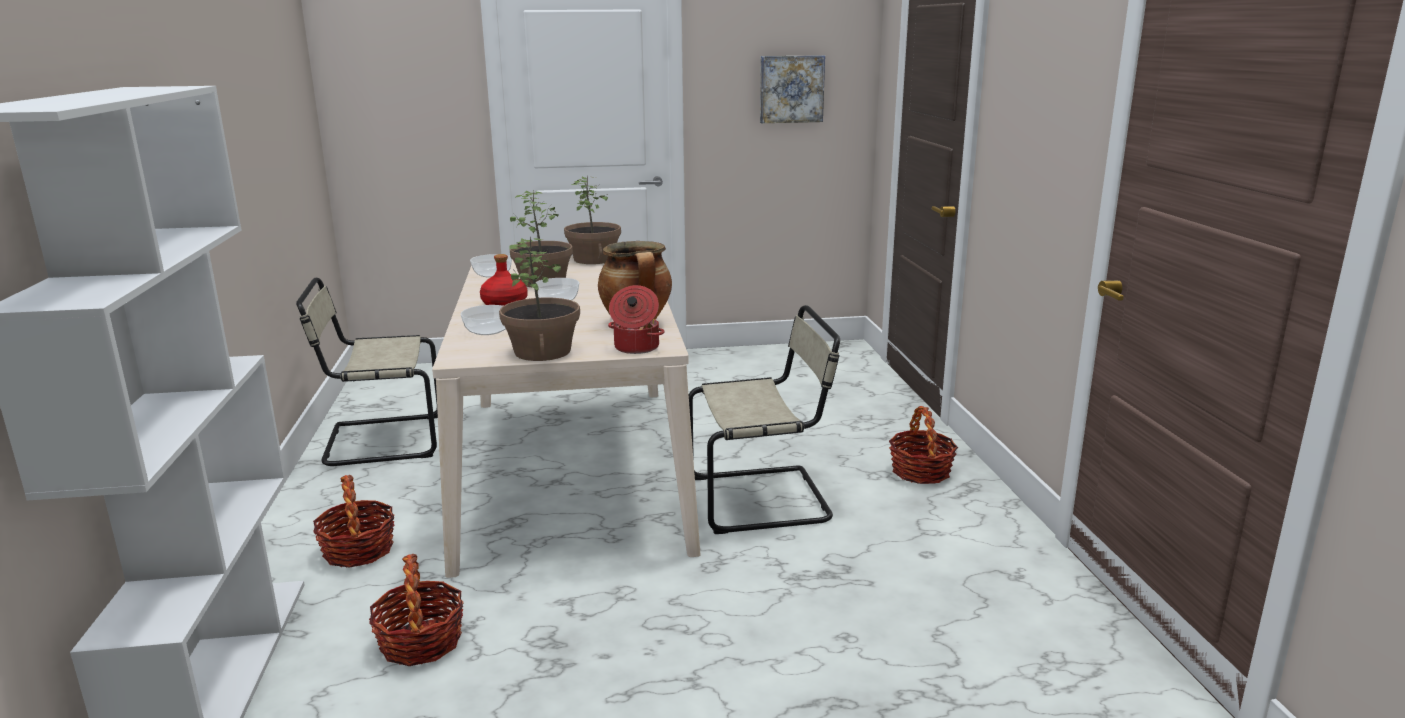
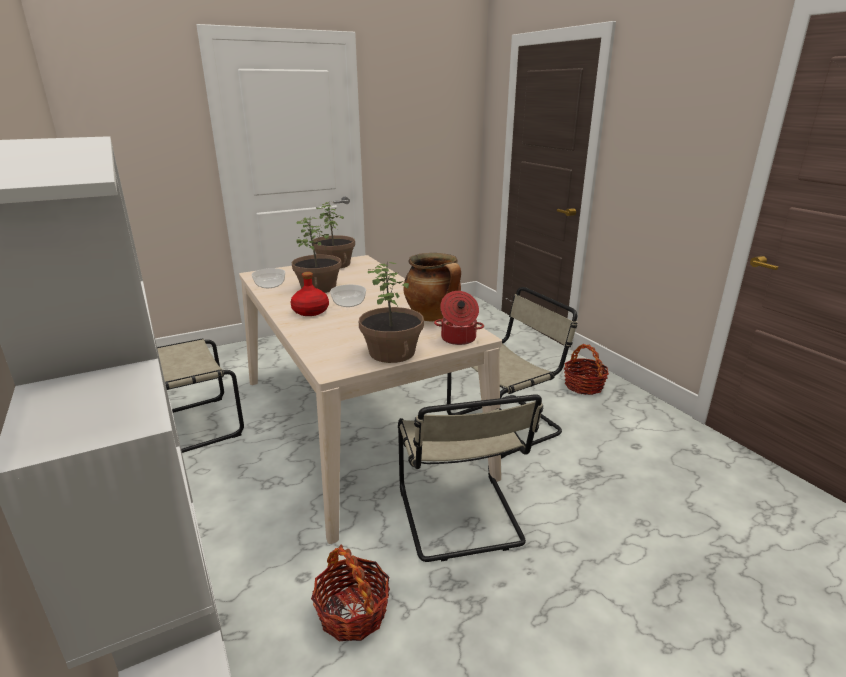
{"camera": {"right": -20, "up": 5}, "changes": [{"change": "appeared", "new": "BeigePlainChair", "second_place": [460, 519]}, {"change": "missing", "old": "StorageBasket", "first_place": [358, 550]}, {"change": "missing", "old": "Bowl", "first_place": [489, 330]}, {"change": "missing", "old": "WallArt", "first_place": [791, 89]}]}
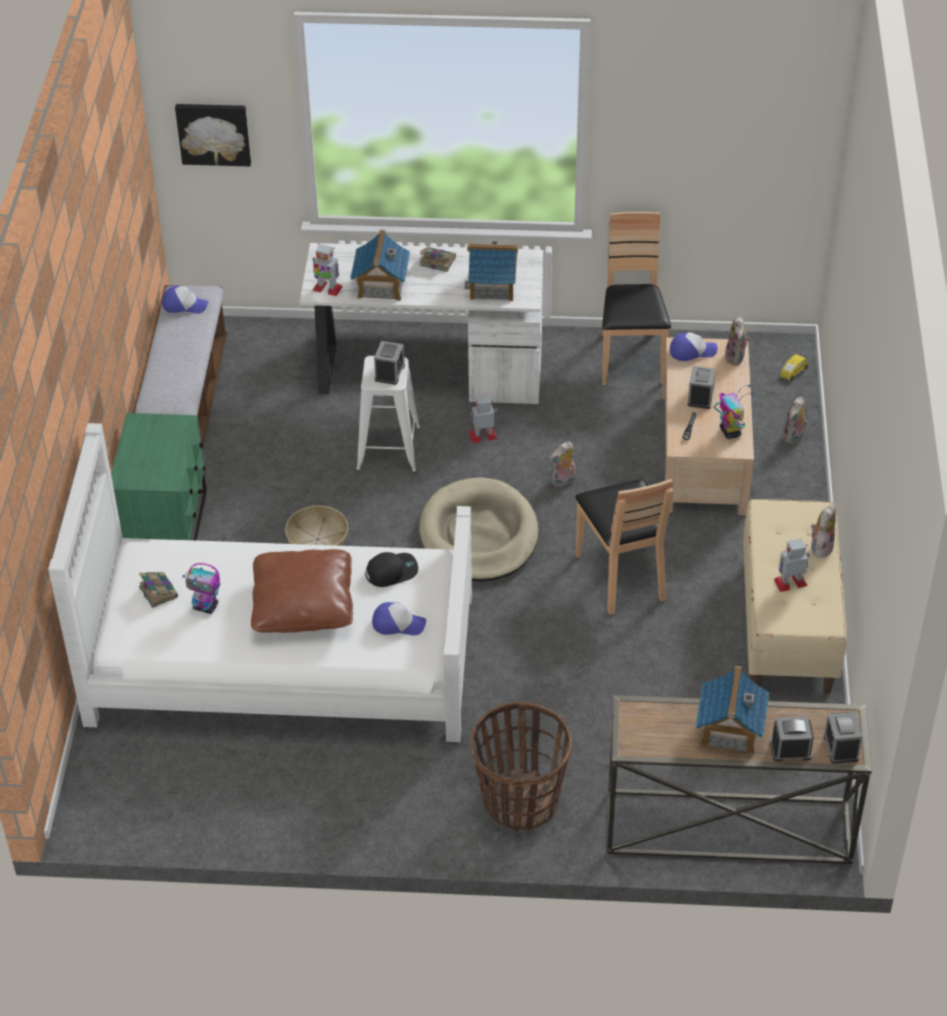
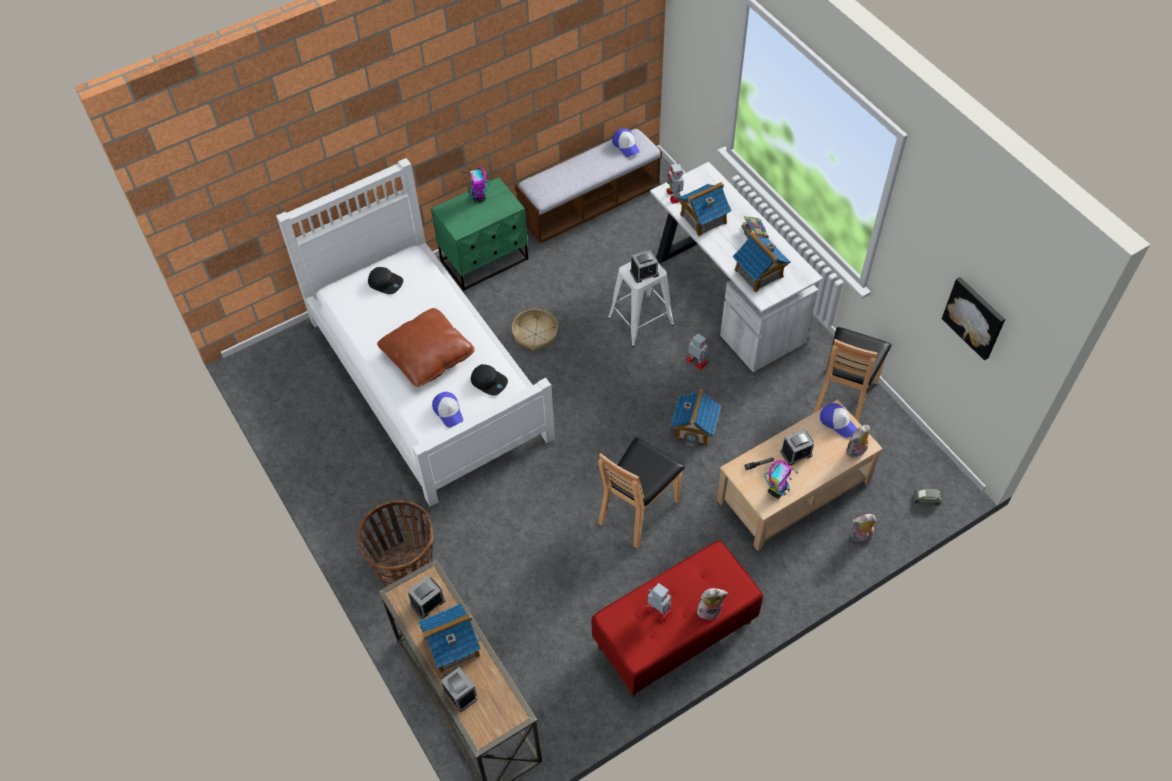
{"camera": {"right": 55, "up": 10}, "changes": [{"change": "exchanged", "old": "Book", "new": "BlackBaseballCap", "first_place": [158, 591], "second_place": [386, 283]}, {"change": "relocated", "old": "BedsideClock", "first_place": [841, 747], "second_place": [427, 602]}, {"change": "relocated", "old": "RobotFigure", "first_place": [206, 607], "second_place": [479, 197]}, {"change": "colour", "old": "BeigeIndoorBench", "new": "RedColouredIndoorBench", "first_place": [788, 625], "second_place": [674, 635]}, {"change": "exchanged", "old": "CuddlyToy", "new": "ModelHouse", "first_place": [563, 481], "second_place": [694, 428]}, {"change": "spun", "old": "BrownPlainChair", "first_place": [630, 359], "second_place": [844, 397], "degrees": 150}, {"change": "colour", "old": "YellowMiniatureCar", "new": "GreyishMiniatureCar", "first_place": [793, 372], "second_place": [926, 499]}, {"change": "relocated", "old": "WallArt", "first_place": [214, 133], "second_place": [975, 317]}, {"change": "missing", "old": "BeigePetBed", "first_place": [479, 535]}]}
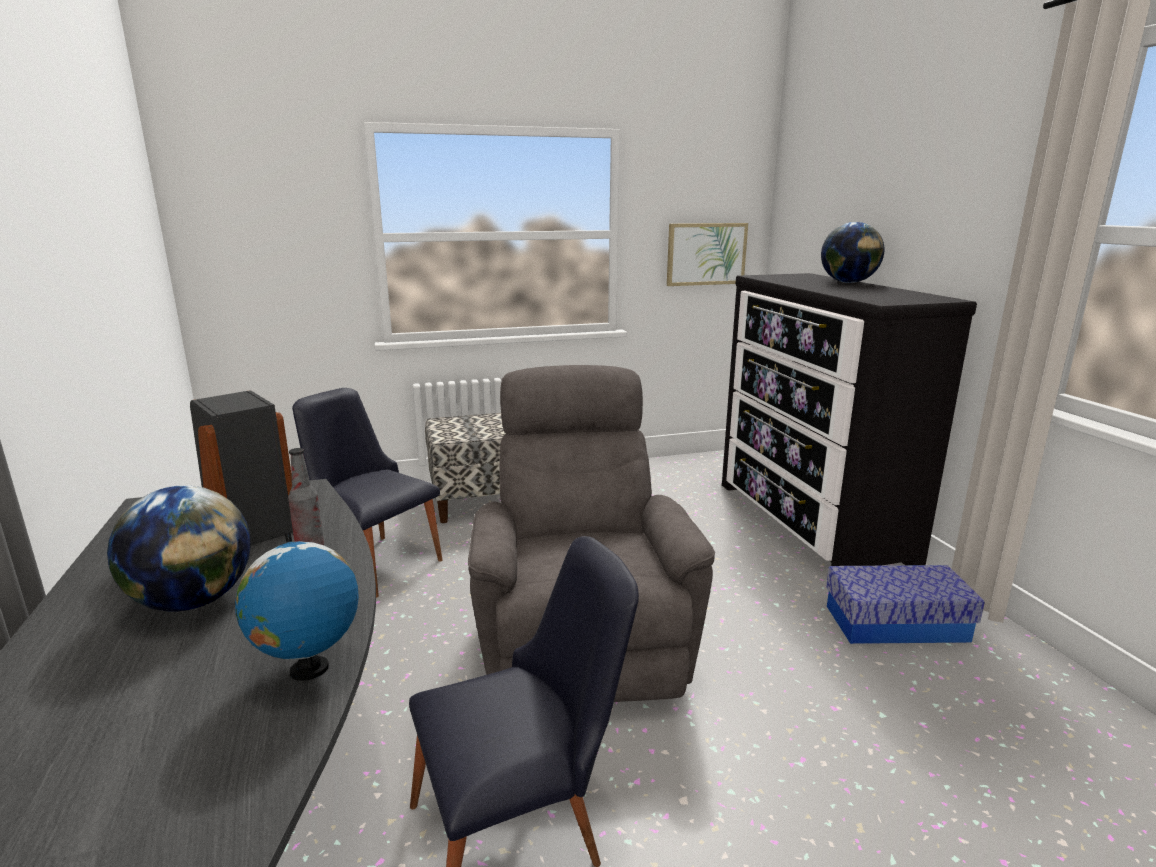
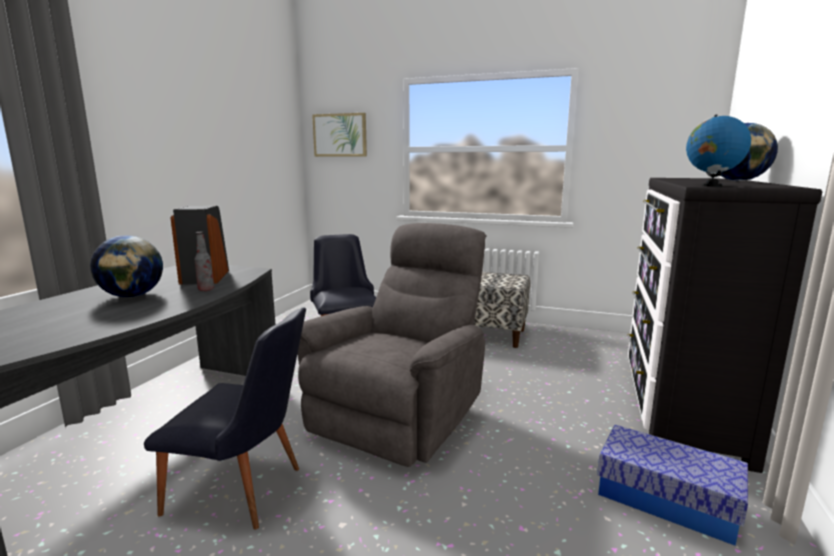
{"camera": {"right": 35, "up": -5}, "changes": [{"change": "relocated", "old": "WallArt", "first_place": [706, 254], "second_place": [340, 135]}, {"change": "relocated", "old": "DeskGlobe", "first_place": [309, 670], "second_place": [711, 186]}]}
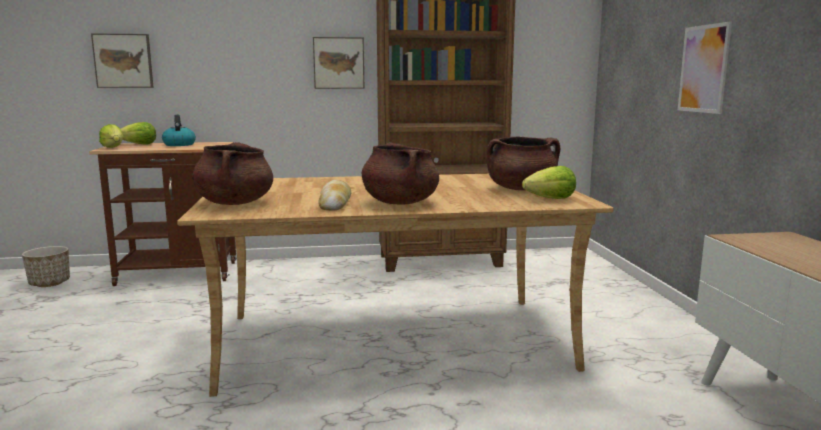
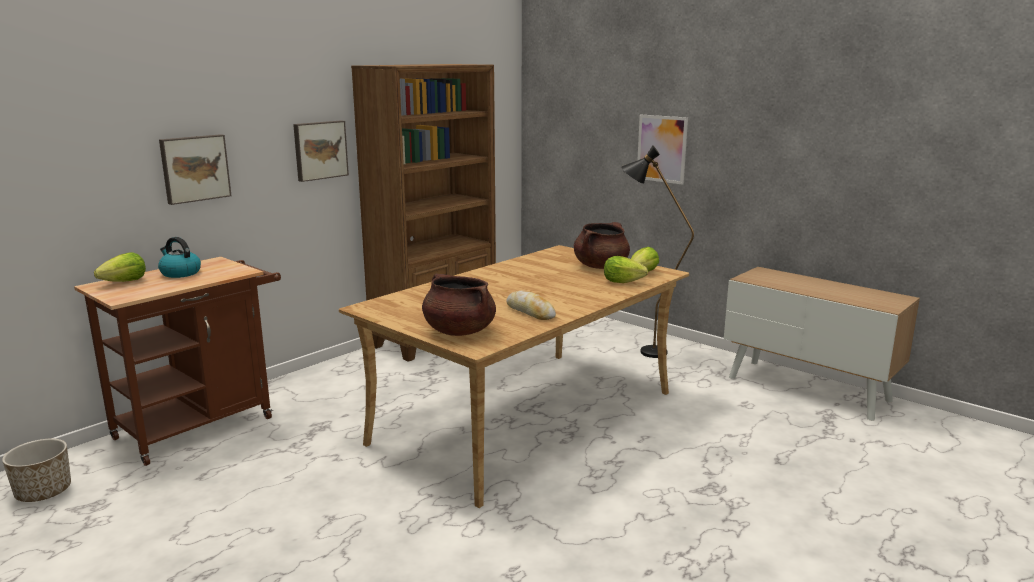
{"camera": {"right": -40, "up": 5}, "changes": [{"change": "relocated", "old": "WallArt", "first_place": [123, 61], "second_place": [194, 168]}, {"change": "relocated", "old": "LettuceHead", "first_place": [113, 148], "second_place": [622, 282]}, {"change": "appeared", "new": "BlackFloorLamp", "second_place": [643, 351]}, {"change": "missing", "old": "BrownCookingPot", "first_place": [400, 203]}]}
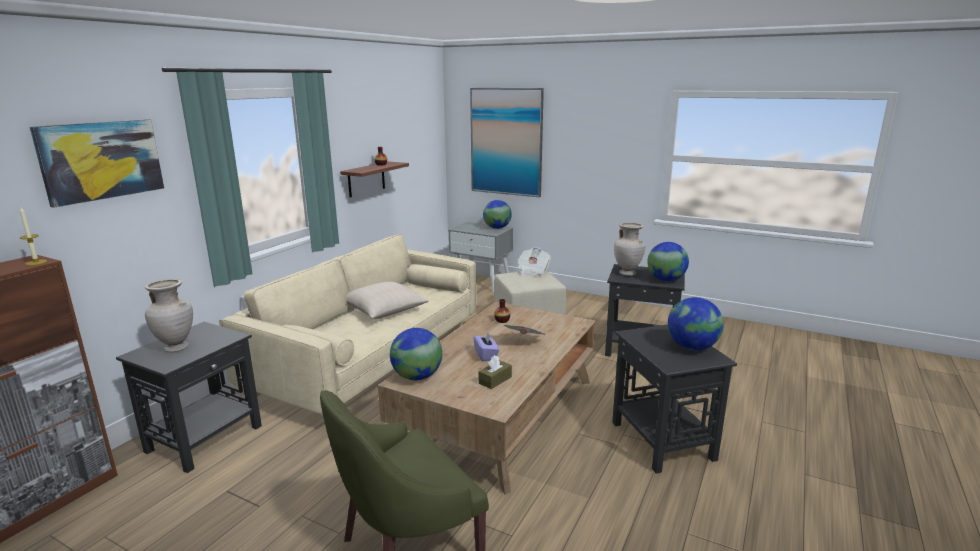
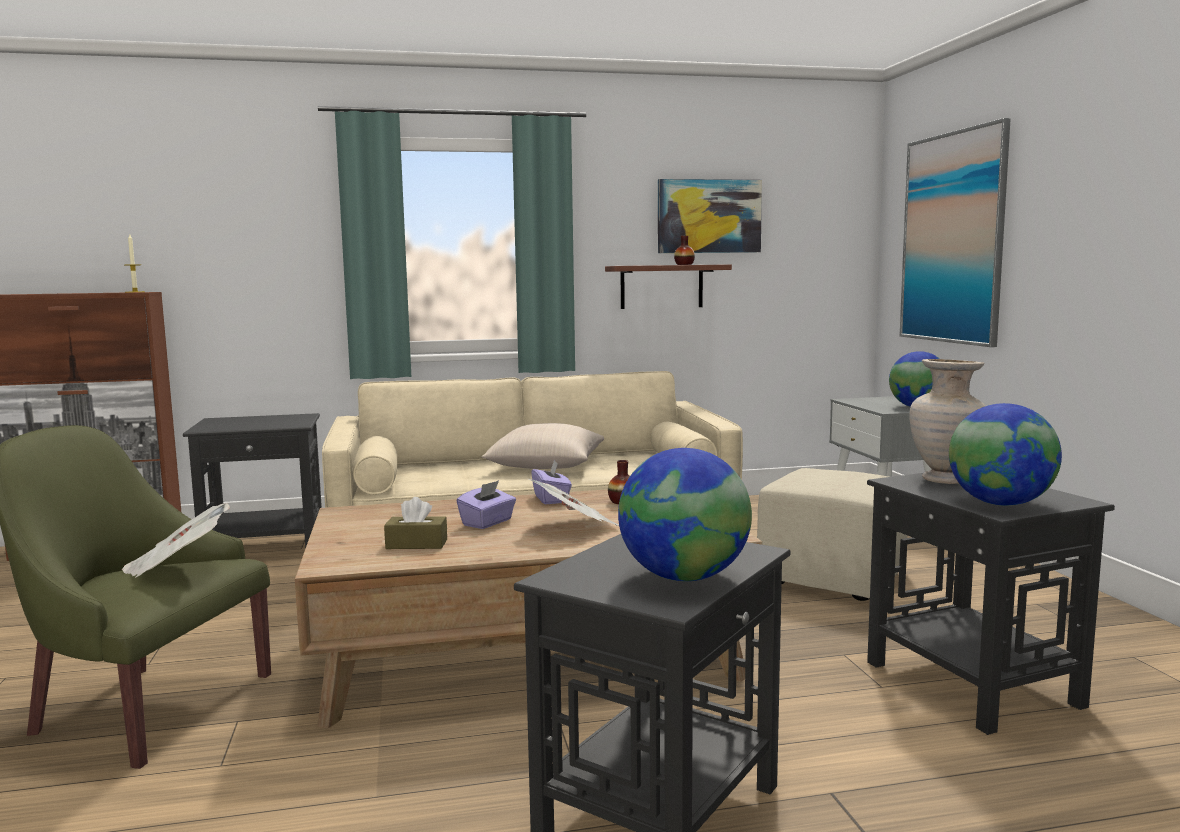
{"camera": {"right": 50, "up": -10}, "changes": [{"change": "relocated", "old": "Newspaper", "first_place": [533, 271], "second_place": [177, 567]}, {"change": "appeared", "new": "PurpleColouredTissueBox", "second_place": [551, 499]}, {"change": "relocated", "old": "WallArt", "first_place": [101, 160], "second_place": [709, 216]}, {"change": "missing", "old": "BeigeFlowerVase", "first_place": [176, 348]}, {"change": "missing", "old": "DeskGlobe", "first_place": [417, 377]}]}
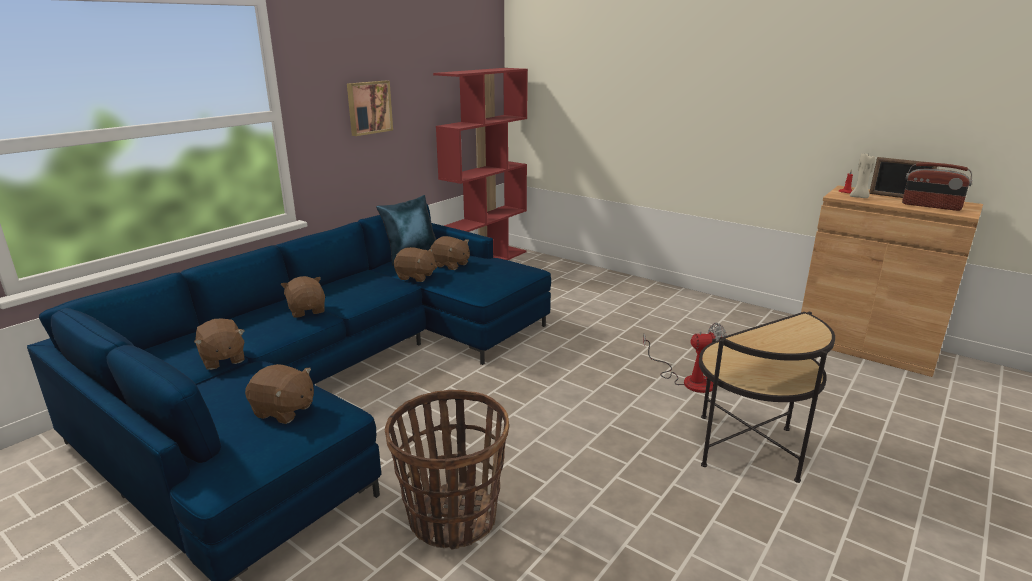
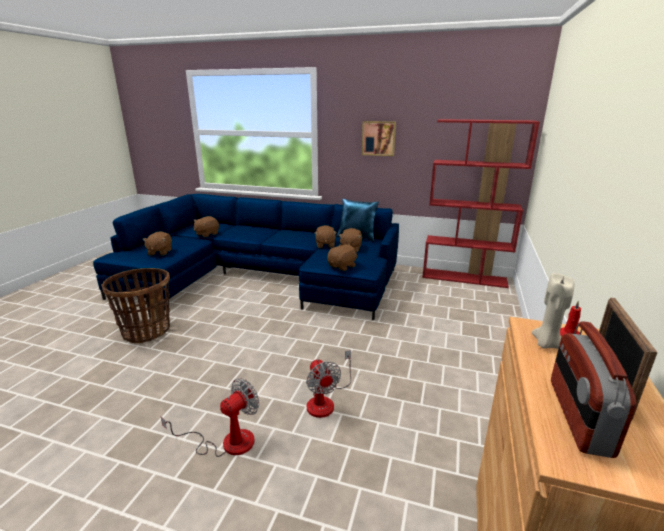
{"camera": {"right": 70, "up": 0}, "changes": [{"change": "exchanged", "old": "SideTable", "new": "ElectricFan", "first_place": [746, 446], "second_place": [226, 442]}, {"change": "relocated", "old": "BrownCuddlyToy", "first_place": [307, 310], "second_place": [342, 266]}]}
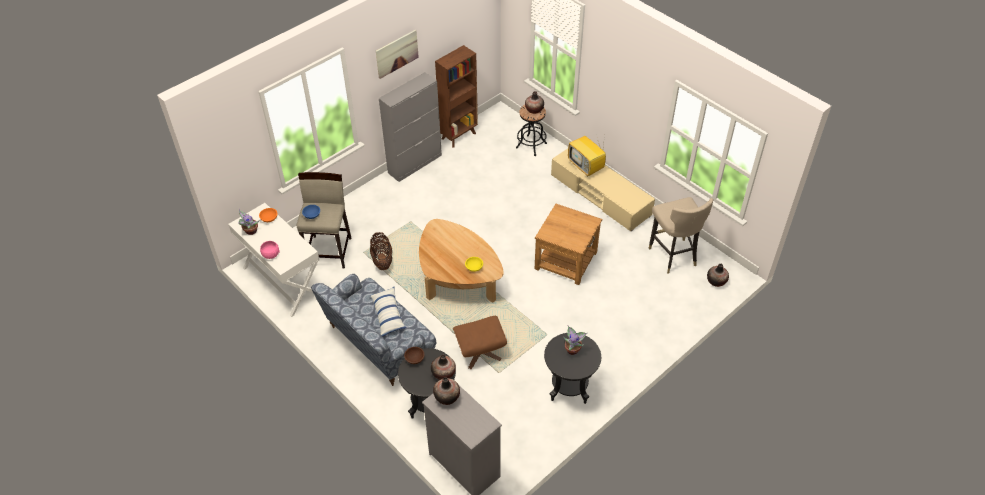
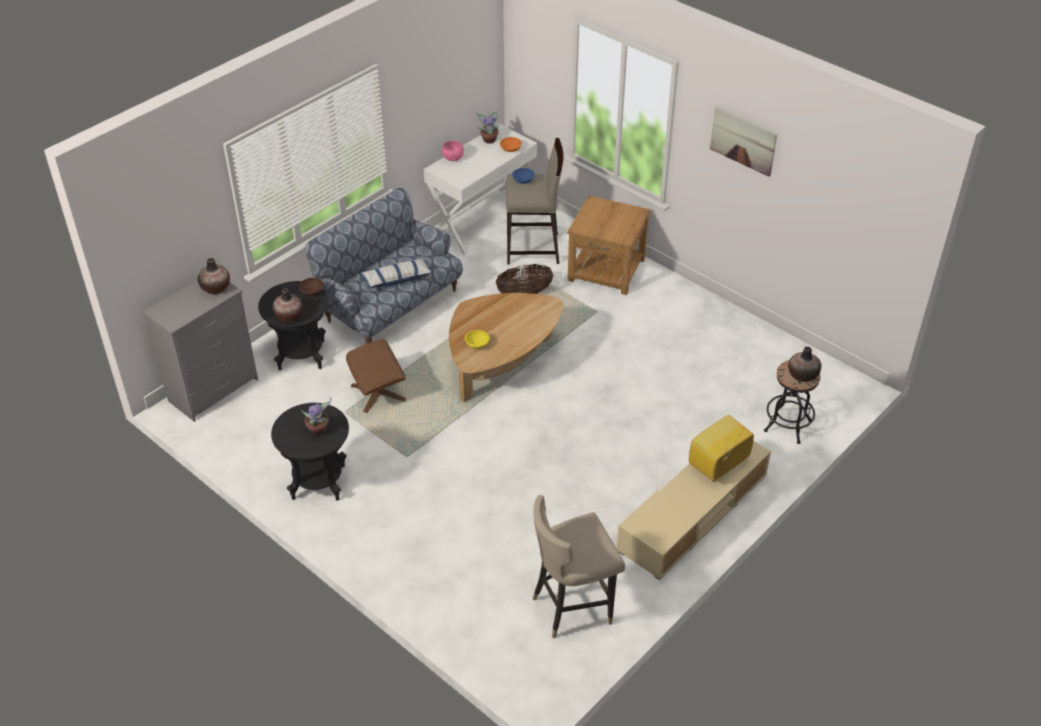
{"camera": {"right": 85, "up": -5}, "changes": [{"change": "relocated", "old": "BrownSideTable", "first_place": [566, 260], "second_place": [606, 269]}, {"change": "missing", "old": "GreyishCupboard", "first_place": [415, 164]}, {"change": "missing", "old": "BrownBookshelf", "first_place": [459, 135]}, {"change": "missing", "old": "FlowerVase", "first_place": [716, 281]}]}
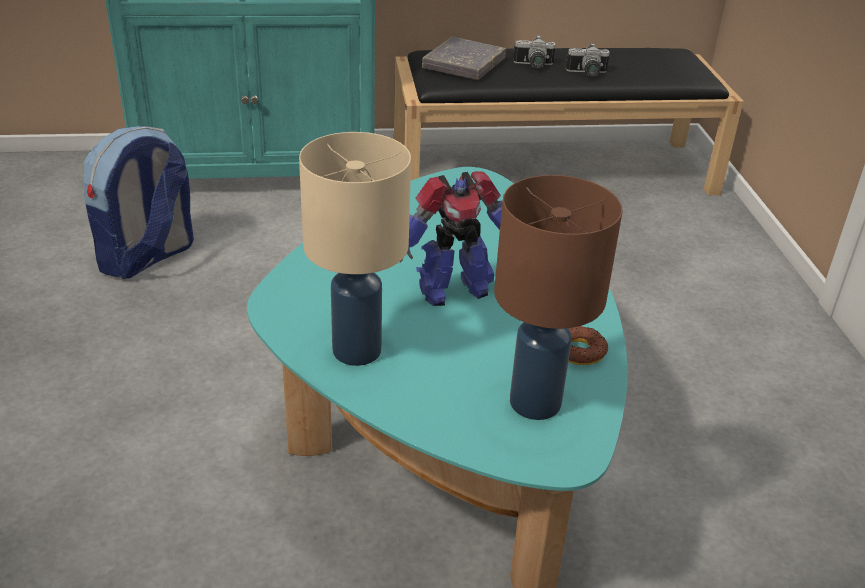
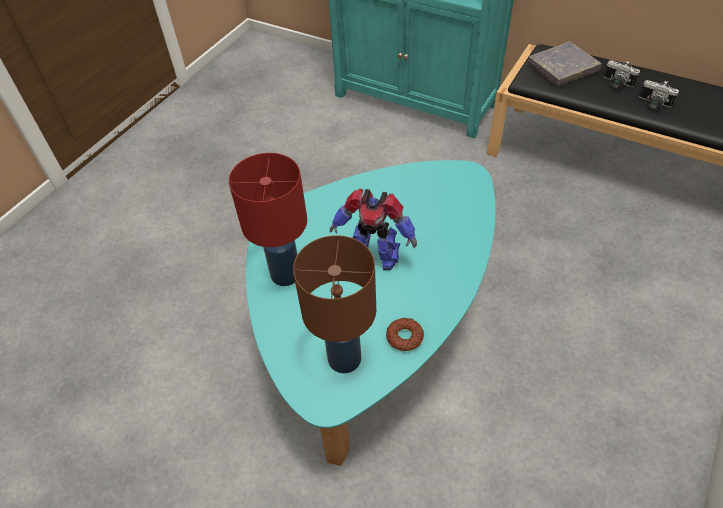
{"camera": {"right": 40, "up": 15}, "changes": [{"change": "colour", "old": "BeigeTableLamp", "new": "RedColouredTableLamp", "first_place": [356, 351], "second_place": [284, 275]}, {"change": "missing", "old": "Rucksack", "first_place": [147, 257]}]}
